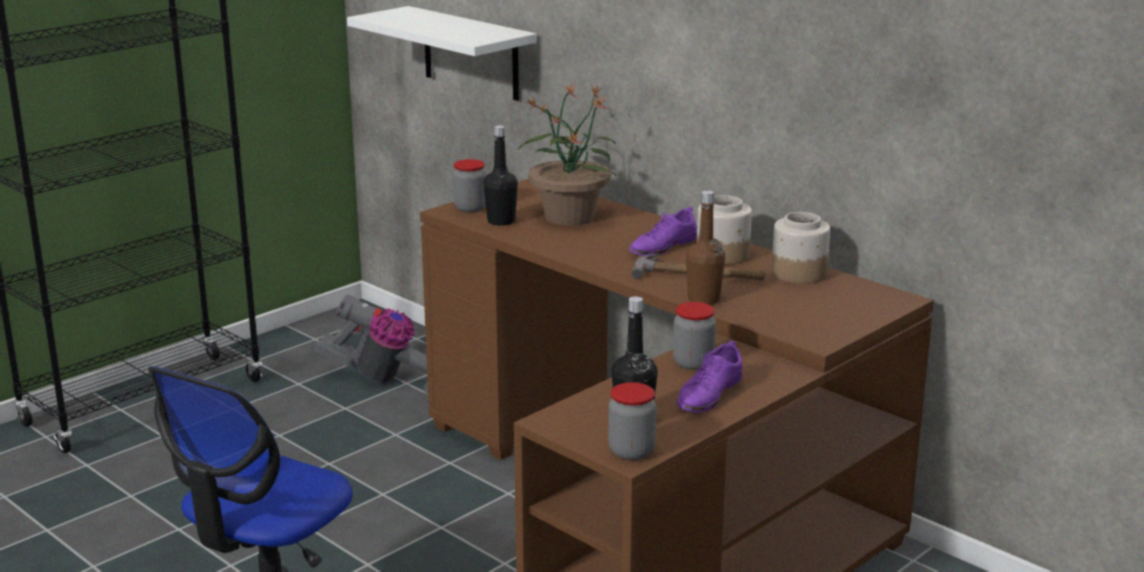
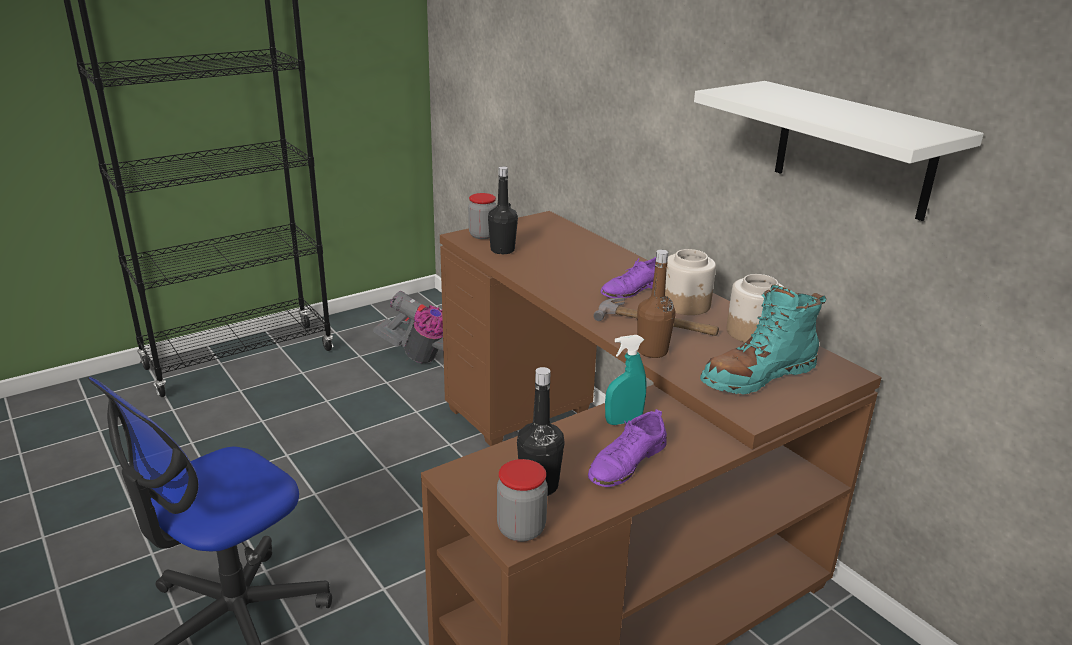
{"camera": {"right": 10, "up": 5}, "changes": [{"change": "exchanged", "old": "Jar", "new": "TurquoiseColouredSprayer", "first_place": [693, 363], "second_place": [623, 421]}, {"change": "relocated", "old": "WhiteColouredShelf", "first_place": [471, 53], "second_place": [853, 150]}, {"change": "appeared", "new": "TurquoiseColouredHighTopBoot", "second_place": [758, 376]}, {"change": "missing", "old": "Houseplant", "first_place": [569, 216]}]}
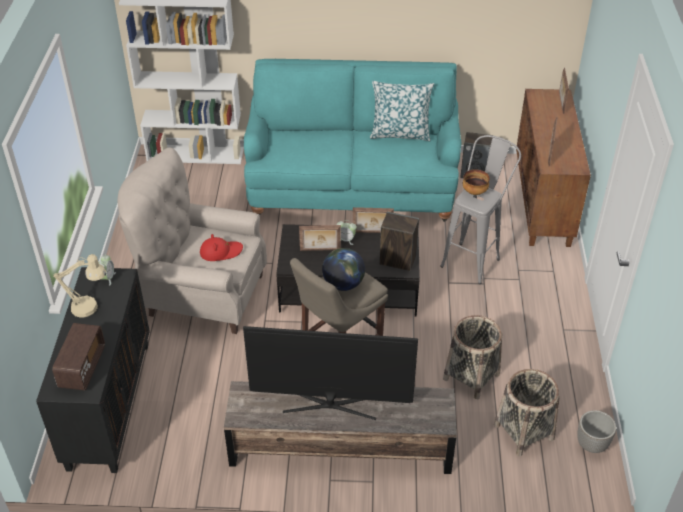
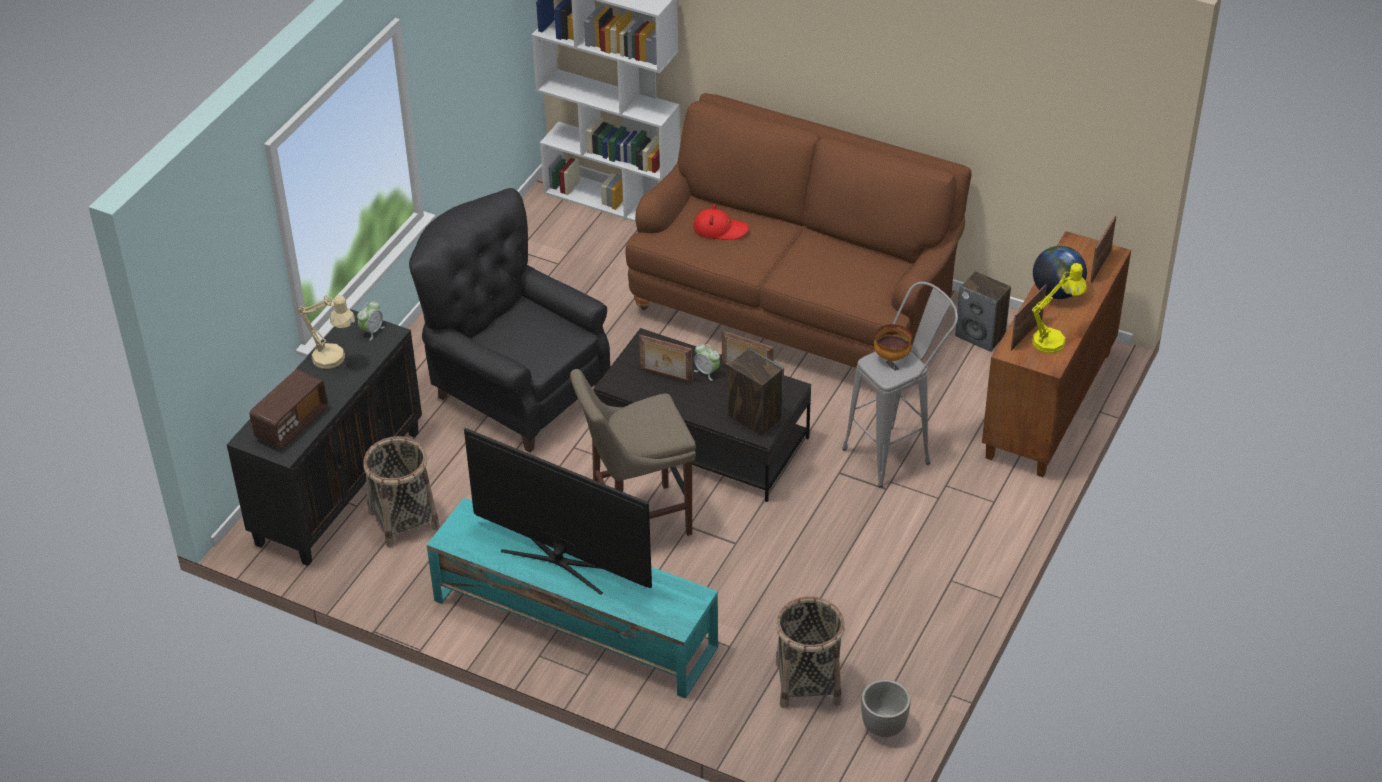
{"camera": {"right": 25, "up": 0}, "changes": [{"change": "relocated", "old": "StorageBasket", "first_place": [471, 376], "second_place": [403, 520]}, {"change": "colour", "old": "BeigeArmchair", "new": "BlackArmchair", "first_place": [201, 294], "second_place": [515, 390]}, {"change": "colour", "old": "BrownMediaConsole", "new": "TurquoiseColouredMediaConsole", "first_place": [339, 446], "second_place": [573, 623]}, {"change": "colour", "old": "TurquoiseColouredSettee", "new": "BrownSettee", "first_place": [352, 187], "second_place": [795, 306]}, {"change": "relocated", "old": "RedColouredClothingHat", "first_place": [221, 251], "second_place": [720, 229]}, {"change": "appeared", "new": "YellowTableLamp", "second_place": [1054, 339]}, {"change": "relocated", "old": "DeskGlobe", "first_place": [343, 284], "second_place": [1057, 292]}, {"change": "missing", "old": "Cushion", "first_place": [400, 133]}]}
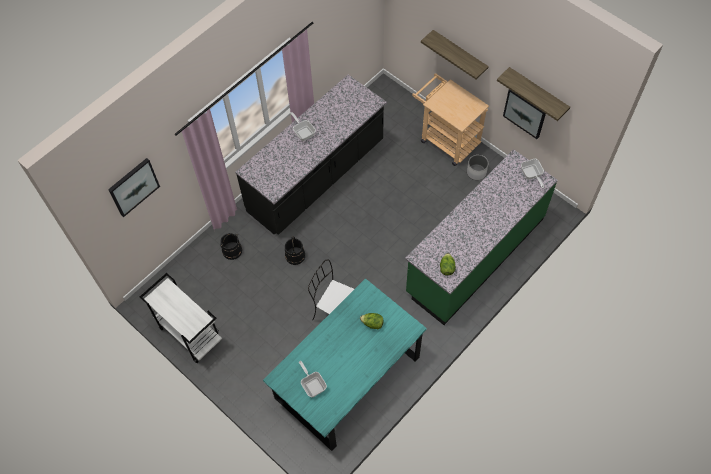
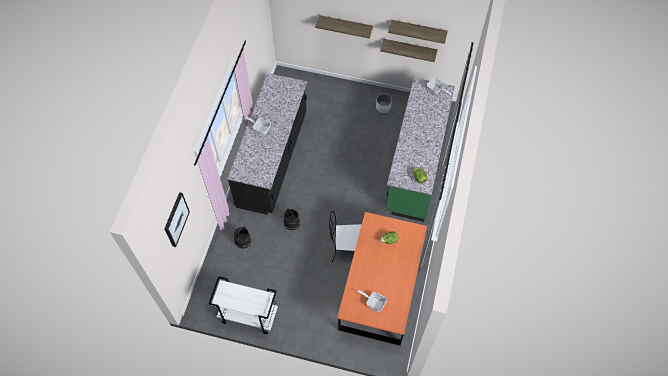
{"camera": {"right": -30, "up": 0}, "changes": [{"change": "colour", "old": "TurquoiseColouredDiningTable", "new": "OrangeDiningTable", "first_place": [348, 378], "second_place": [381, 289]}, {"change": "exchanged", "old": "WallArt", "new": "Shelf", "first_place": [525, 112], "second_place": [409, 49]}, {"change": "missing", "old": "BeigeTrolley", "first_place": [446, 139]}]}
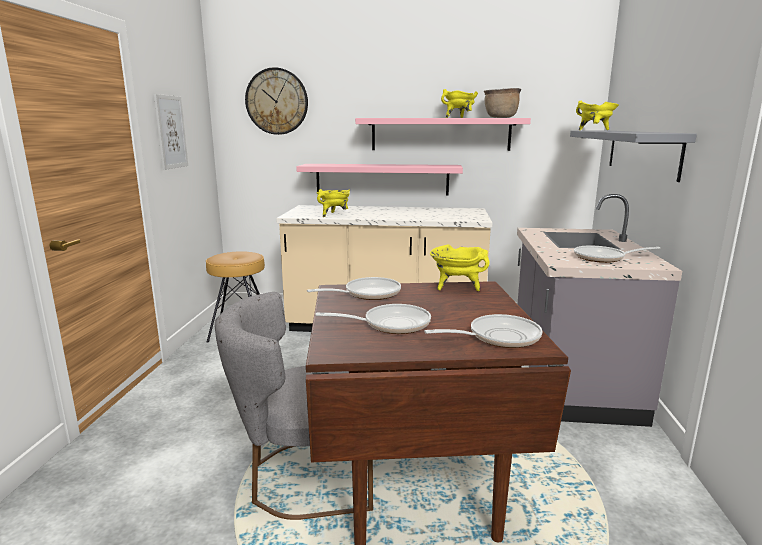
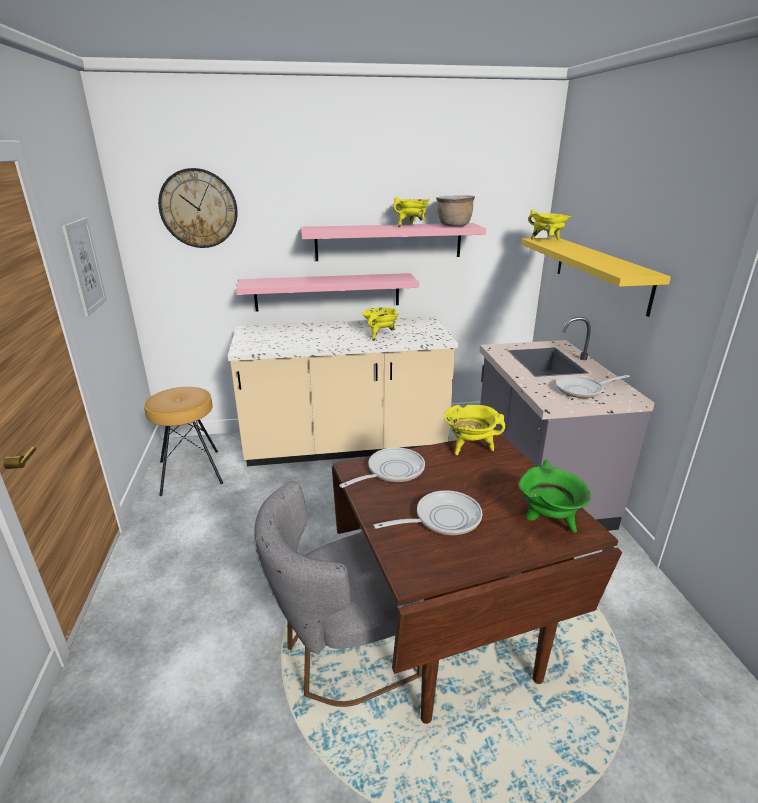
{"camera": {"right": -15, "up": 10}, "changes": [{"change": "relocated", "old": "YellowCookingPot", "first_place": [334, 215], "second_place": [380, 336]}, {"change": "exchanged", "old": "FryingPan", "new": "GreenishCookingPot", "first_place": [498, 337], "second_place": [548, 522]}, {"change": "colour", "old": "GreyishShelf", "new": "YellowShelf", "first_place": [642, 152], "second_place": [600, 273]}]}
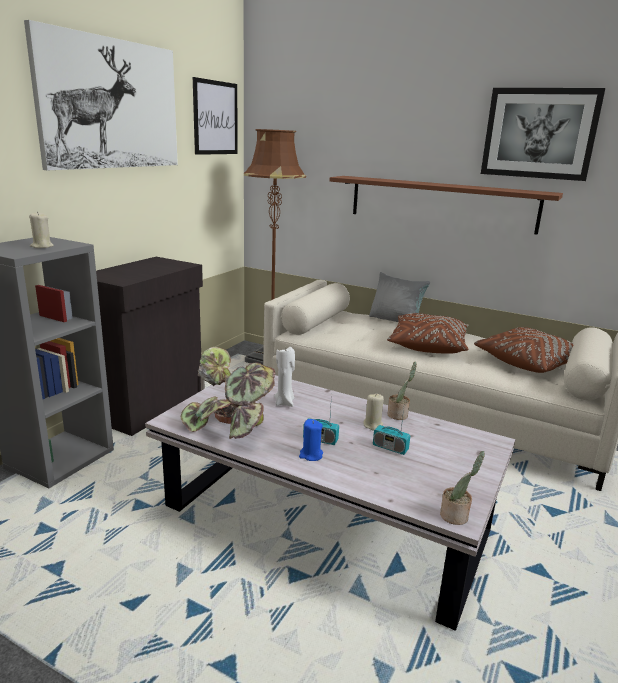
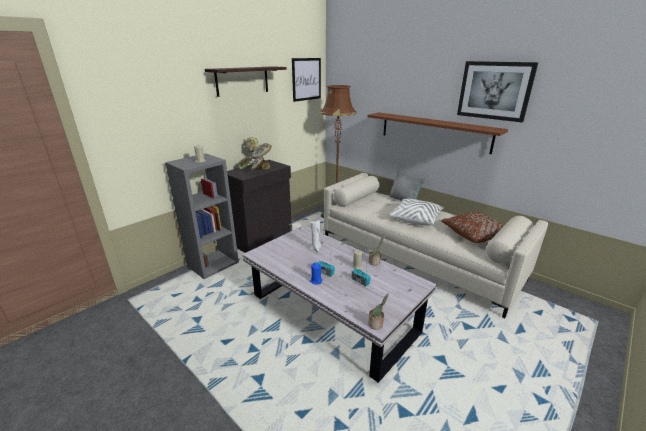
{"camera": {"right": 15, "up": 5}, "changes": [{"change": "exchanged", "old": "WallArt", "new": "Shelf", "first_place": [111, 104], "second_place": [242, 81]}, {"change": "relocated", "old": "Houseplant", "first_place": [231, 428], "second_place": [256, 169]}, {"change": "colour", "old": "BrownCushion", "new": "WhiteColouredCushion", "first_place": [427, 345], "second_place": [415, 218]}]}
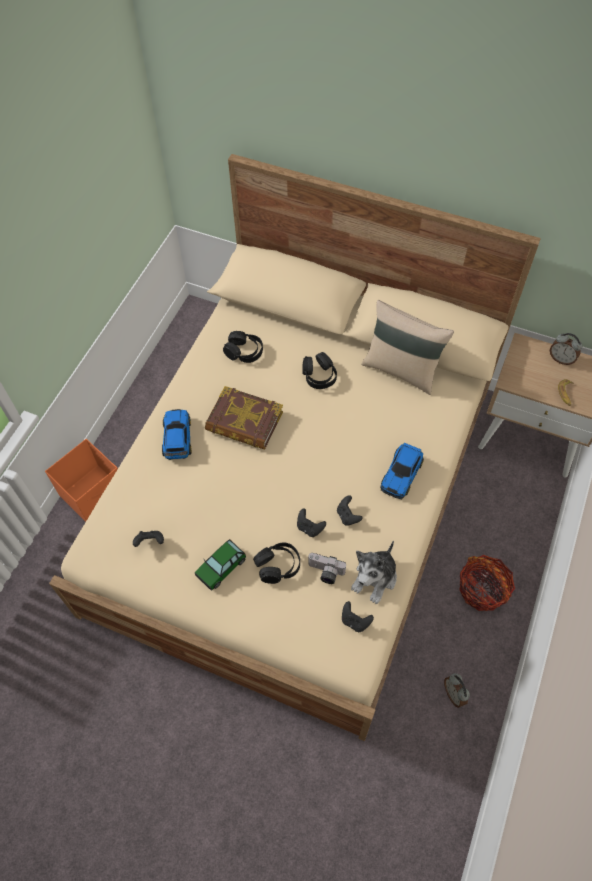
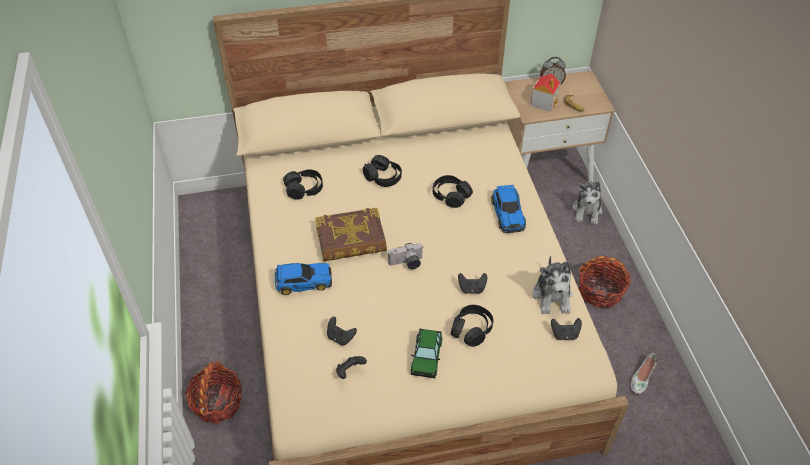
{"camera": {"right": -35, "up": -10}, "changes": [{"change": "exchanged", "old": "OrangeStorageContainer", "new": "StorageBasket", "first_place": [95, 494], "second_place": [217, 402]}, {"change": "spun", "old": "MiniatureCar", "first_place": [177, 439], "second_place": [302, 281], "degrees": 120}, {"change": "relocated", "old": "BlackJoypad", "first_place": [348, 516], "second_place": [340, 337]}, {"change": "relocated", "old": "PhotoCamera", "first_place": [325, 573], "second_place": [406, 263]}, {"change": "appeared", "new": "BlackHeadset", "second_place": [451, 196]}, {"change": "appeared", "new": "ModelHouse", "second_place": [544, 102]}, {"change": "appeared", "new": "CuddlyToy", "second_place": [587, 211]}, {"change": "exchanged", "old": "BedsideClock", "new": "WhiteColouredLowShoe", "first_place": [454, 694], "second_place": [642, 377]}, {"change": "missing", "old": "BeigeCushion", "first_place": [401, 369]}]}
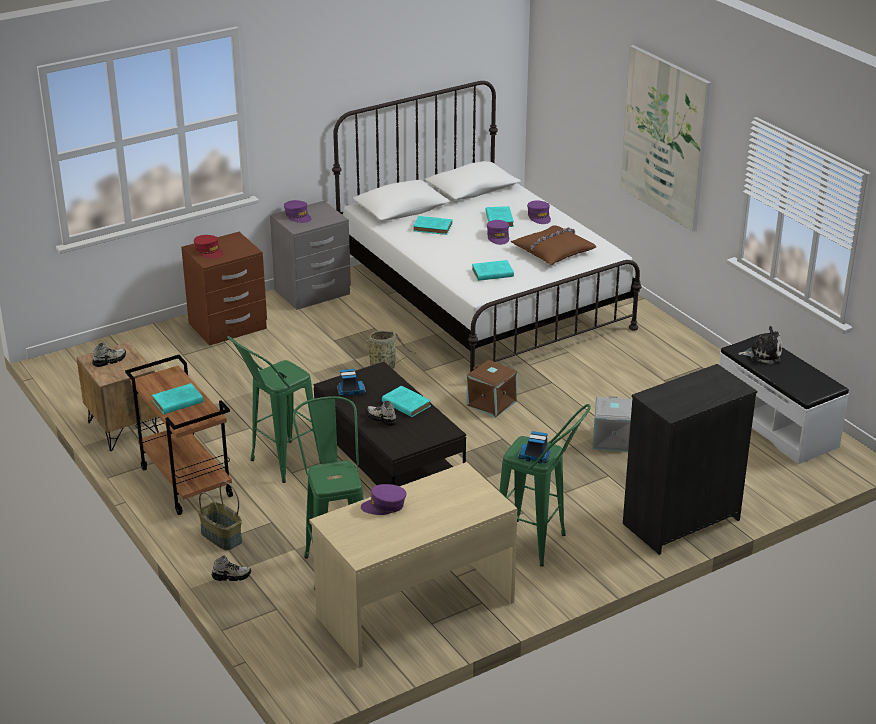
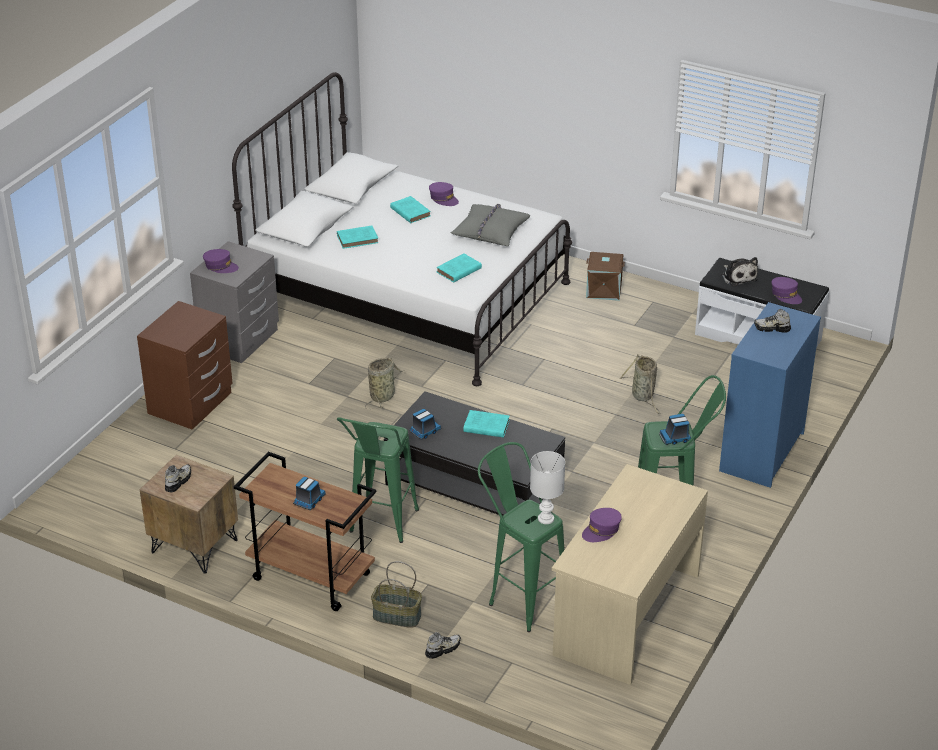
{"camera": {"right": -30, "up": 5}, "changes": [{"change": "exchanged", "old": "TurquoiseColouredBook", "new": "ToyTruck", "first_place": [176, 402], "second_place": [309, 500]}, {"change": "colour", "old": "BrownCushion", "new": "GreyishCushion", "first_place": [553, 251], "second_place": [490, 231]}, {"change": "appeared", "new": "WhiteColouredTableLamp", "second_place": [546, 518]}, {"change": "relocated", "old": "BrownStorageContainer", "first_place": [492, 403], "second_place": [604, 289]}, {"change": "exchanged", "old": "GreyishStorageContainer", "new": "StorageBasket", "first_place": [612, 440], "second_place": [643, 396]}, {"change": "colour", "old": "BlackChestOfDrawers", "new": "BlueChestOfDrawers", "first_place": [680, 521], "second_place": [761, 451]}, {"change": "spun", "old": "CuddlyToy", "first_place": [763, 354], "second_place": [738, 276], "degrees": 90}, {"change": "relocated", "old": "LowShoe", "first_place": [381, 419], "second_place": [772, 328]}, {"change": "relocated", "old": "PurpleColouredBaseballCap", "first_place": [498, 237], "second_place": [786, 295]}, {"change": "missing", "old": "RedColouredBaseballCap", "first_place": [209, 251]}, {"change": "missing", "old": "WallArt", "first_place": [665, 137]}]}
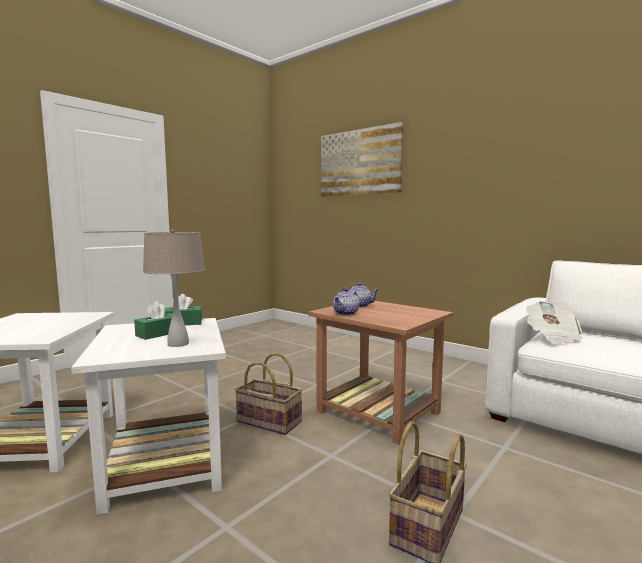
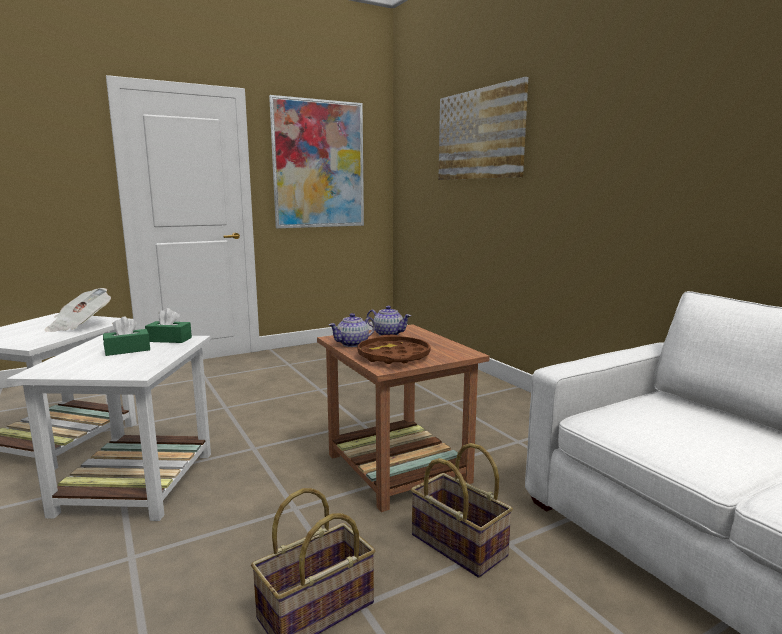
{"camera": {"right": 20, "up": 5}, "changes": [{"change": "relocated", "old": "Newspaper", "first_place": [551, 336], "second_place": [80, 326]}, {"change": "appeared", "new": "WallArt", "second_place": [319, 164]}, {"change": "appeared", "new": "BrownTray", "second_place": [393, 356]}, {"change": "relocated", "old": "StorageBasket", "first_place": [268, 422], "second_place": [457, 545]}, {"change": "missing", "old": "BeigeTableLamp", "first_place": [178, 343]}]}
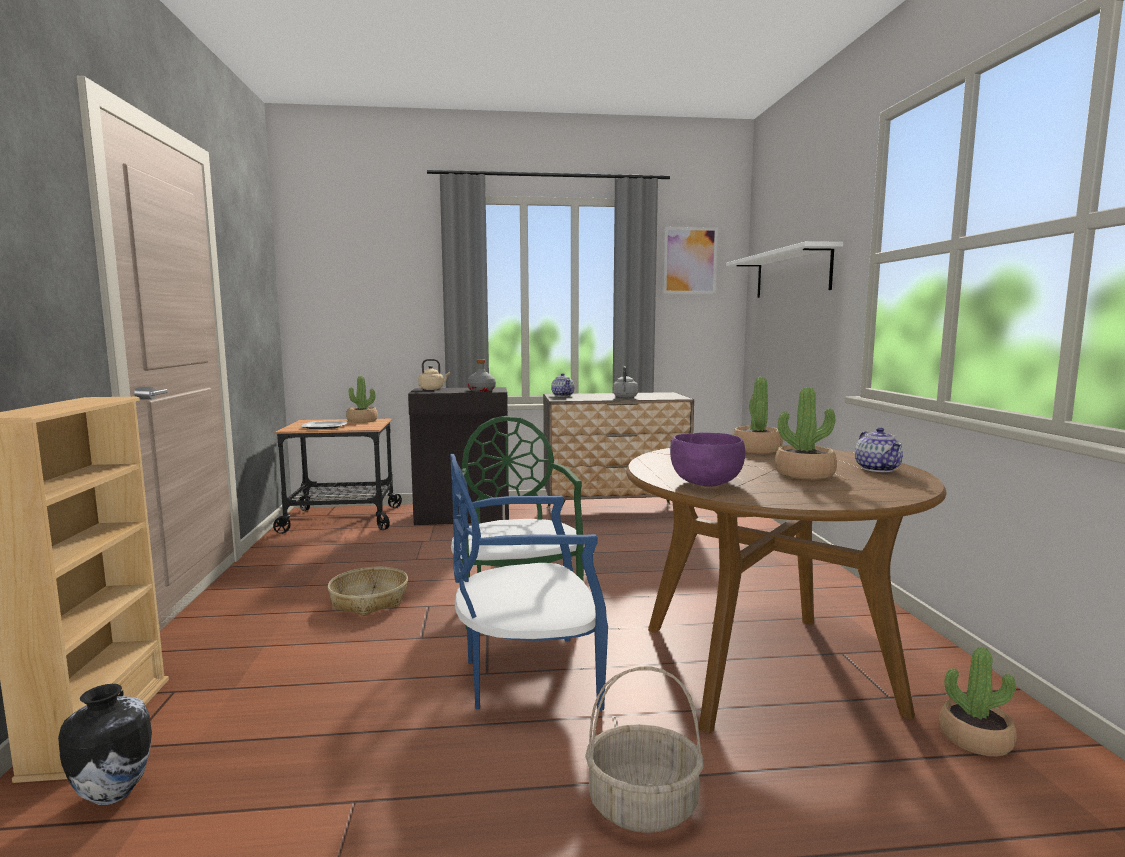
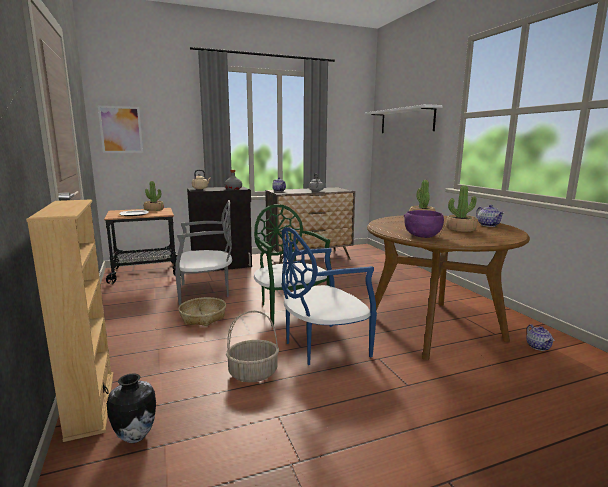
{"camera": {"right": -15, "up": 5}, "changes": [{"change": "relocated", "old": "WallArt", "first_place": [690, 260], "second_place": [121, 129]}, {"change": "appeared", "new": "GreyishPlainChair", "second_place": [205, 292]}, {"change": "relocated", "old": "StorageBasket", "first_place": [642, 807], "second_place": [253, 373]}, {"change": "exchanged", "old": "Houseplant", "new": "PotForTea", "first_place": [975, 739], "second_place": [538, 346]}]}
